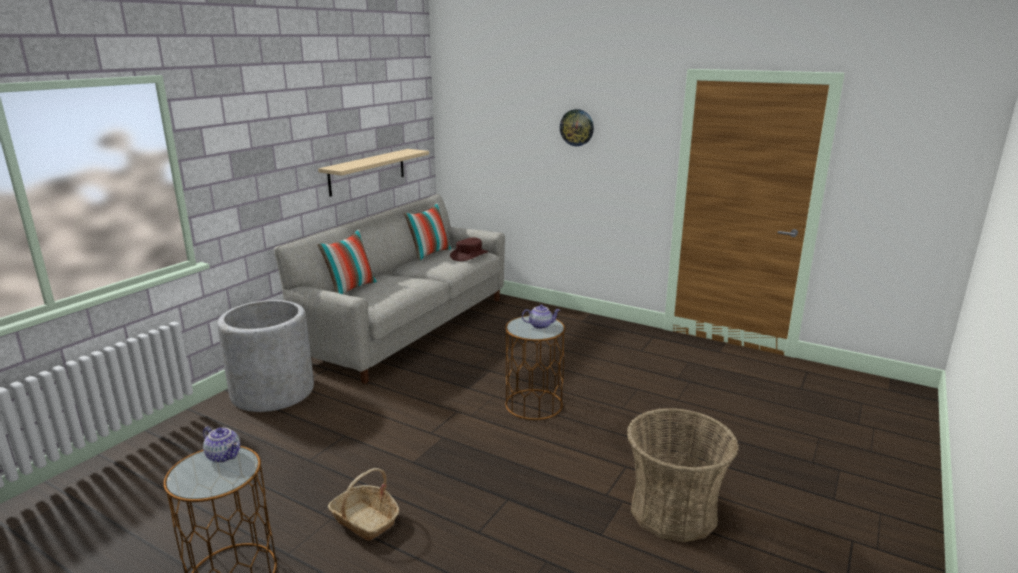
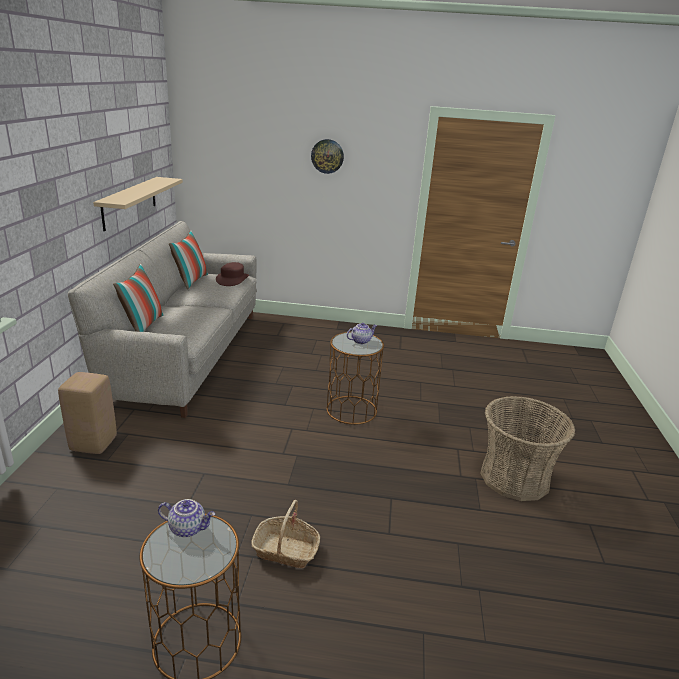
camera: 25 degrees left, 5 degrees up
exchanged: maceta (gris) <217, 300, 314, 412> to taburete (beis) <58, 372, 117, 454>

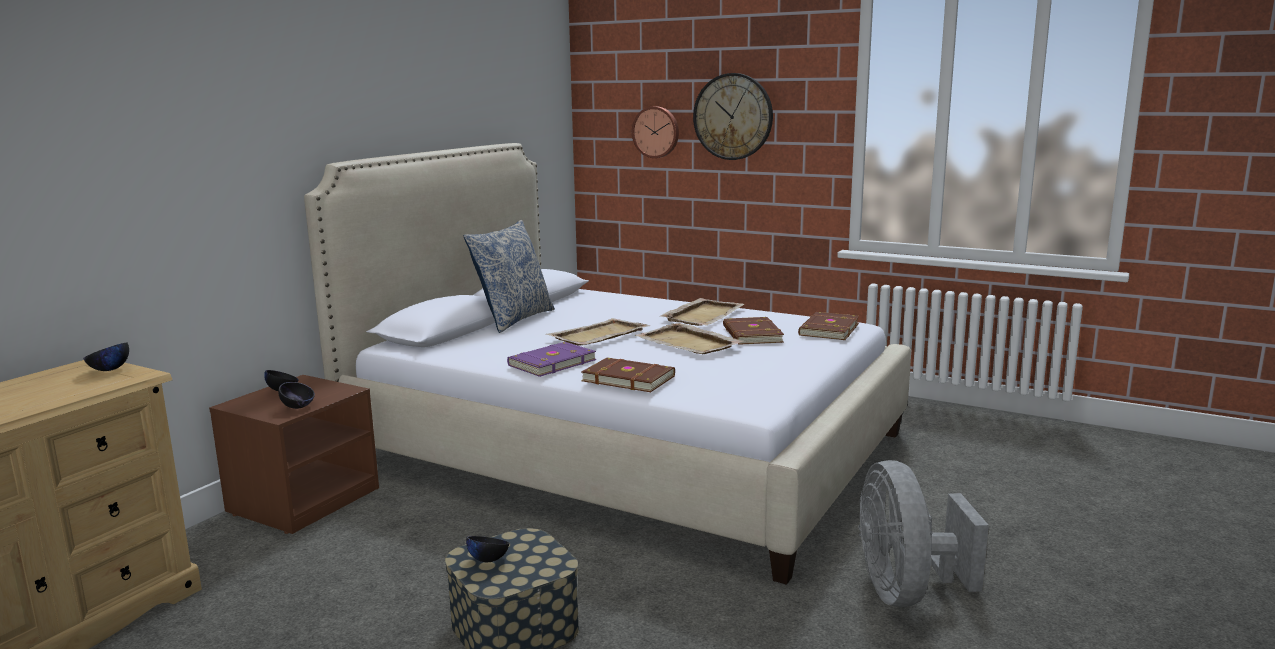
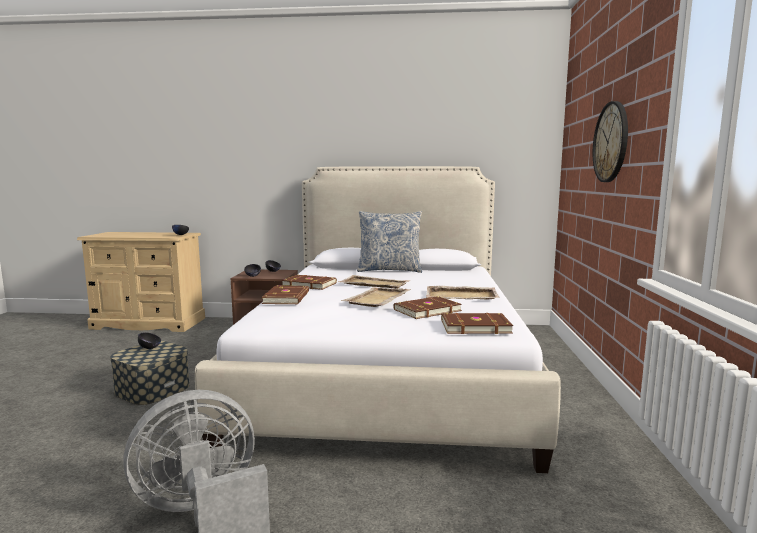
camera: 65 degrees right, 5 degrees down
missing: reloj de pared <632, 106, 679, 158>
colour: libro (morado) <507, 342, 596, 377> to libro (marrón) <281, 275, 337, 290>

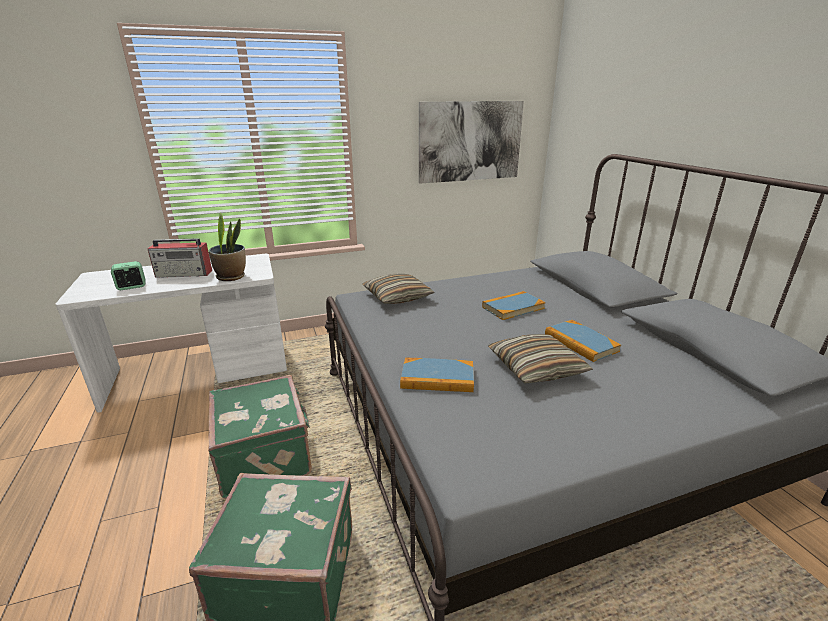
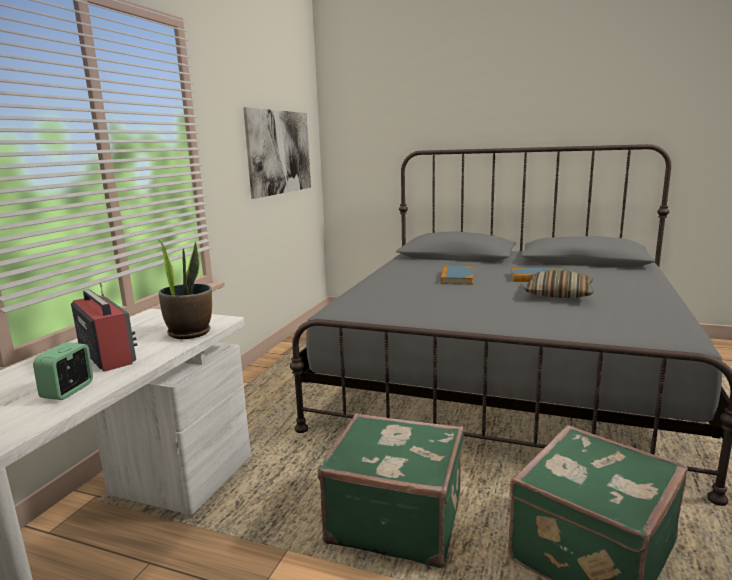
camera: 50 degrees left, 10 degrees down
missing: cojín <362, 274, 435, 304>; libro <400, 358, 474, 392>
spun: radio <147, 238, 212, 278> = <71, 283, 137, 372> 75 degrees counterclockwise

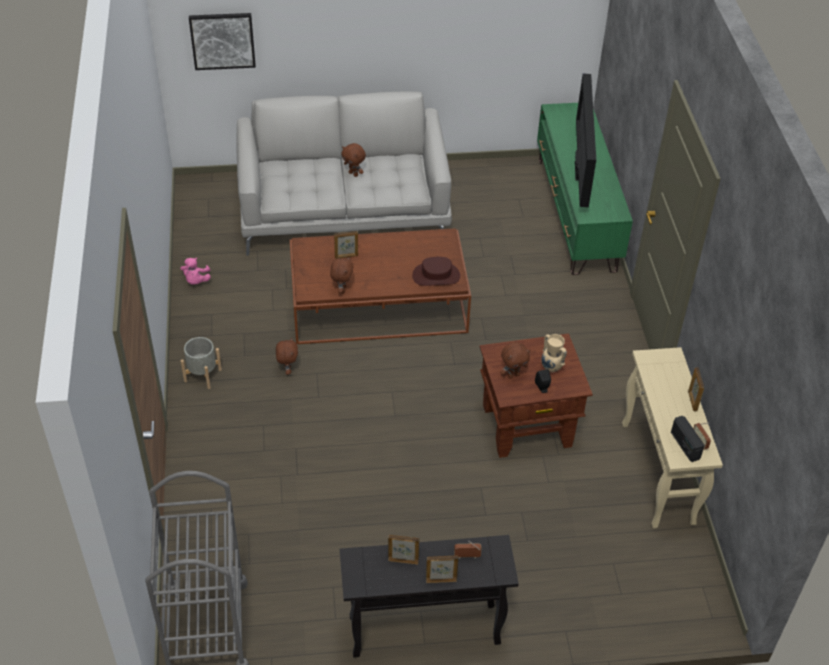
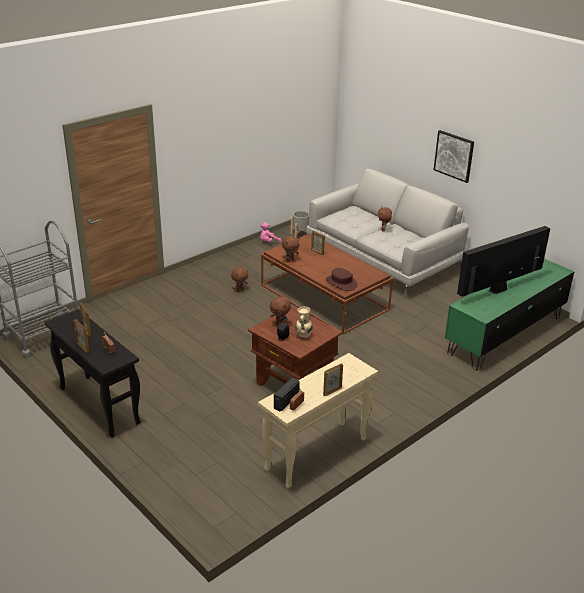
camera: 55 degrees right, 15 degrees down
relocated: maceta (gris) <181, 337, 222, 389> to <291, 211, 309, 239>; cuadro <189, 13, 256, 70> to <434, 130, 474, 183>

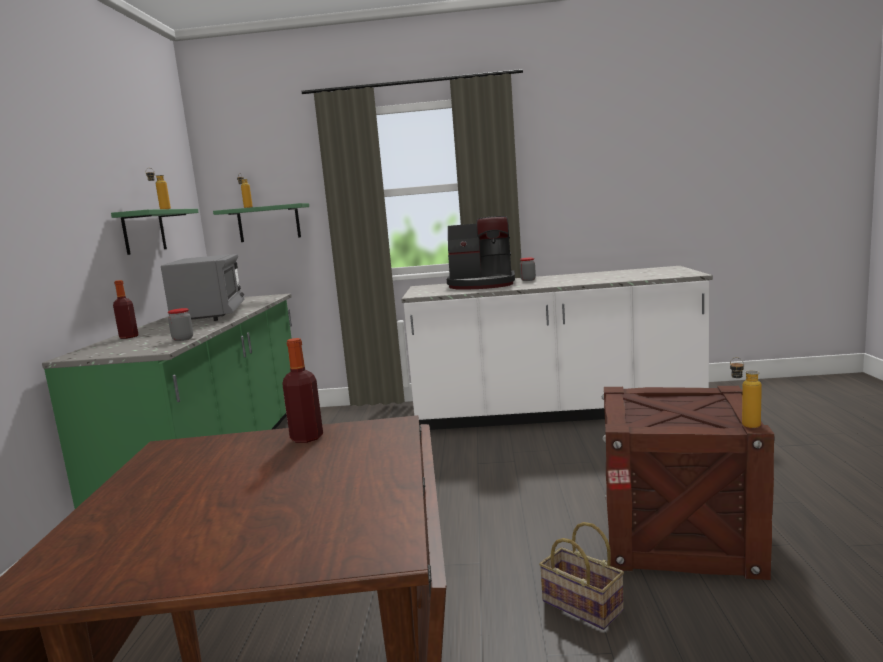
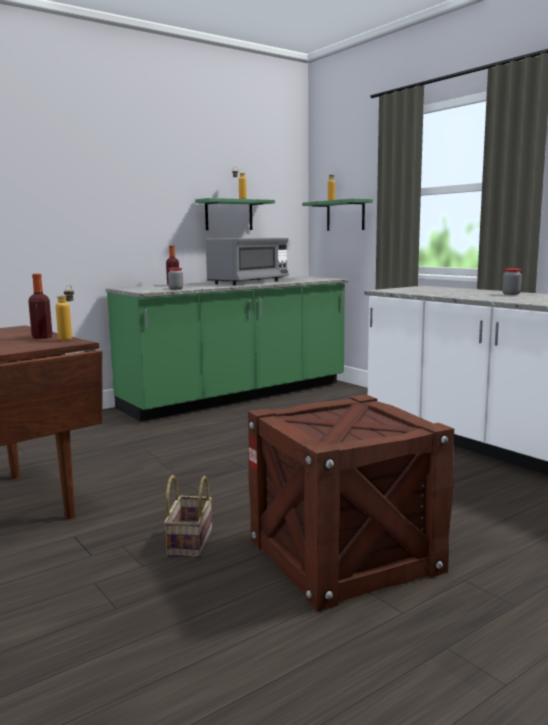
camera: 50 degrees right, 0 degrees up
missing: cafetera <447, 216, 515, 290>
relocated: botella <730, 357, 762, 428> to <56, 285, 74, 341>

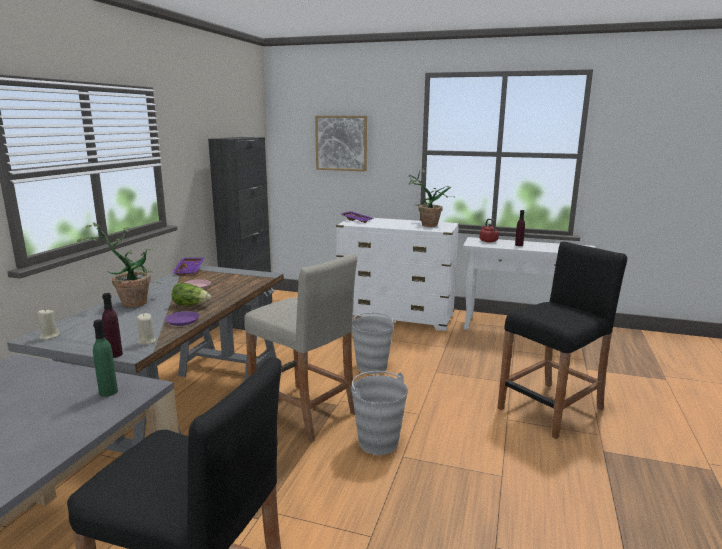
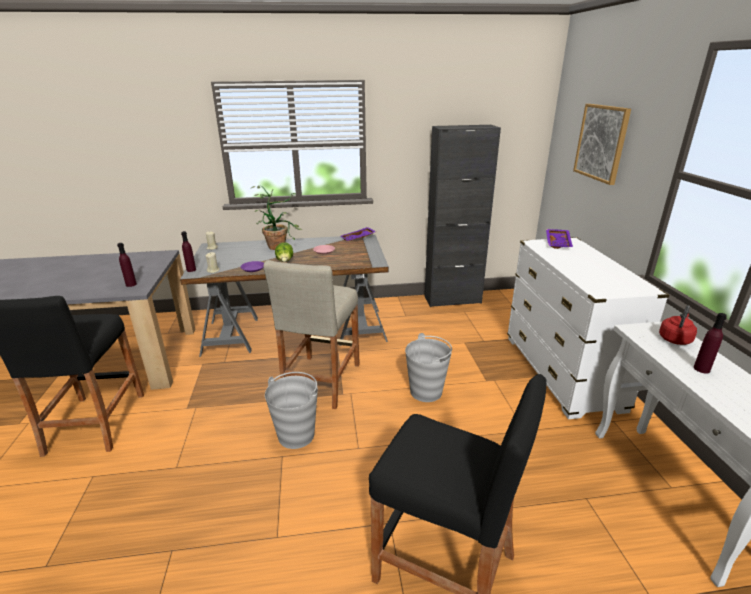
camera: 65 degrees right, 10 degrees up
missing: planta en maceta <408, 169, 454, 227>
colour: botella (verde) <93, 319, 118, 397> to botella (morado) <117, 243, 137, 287>

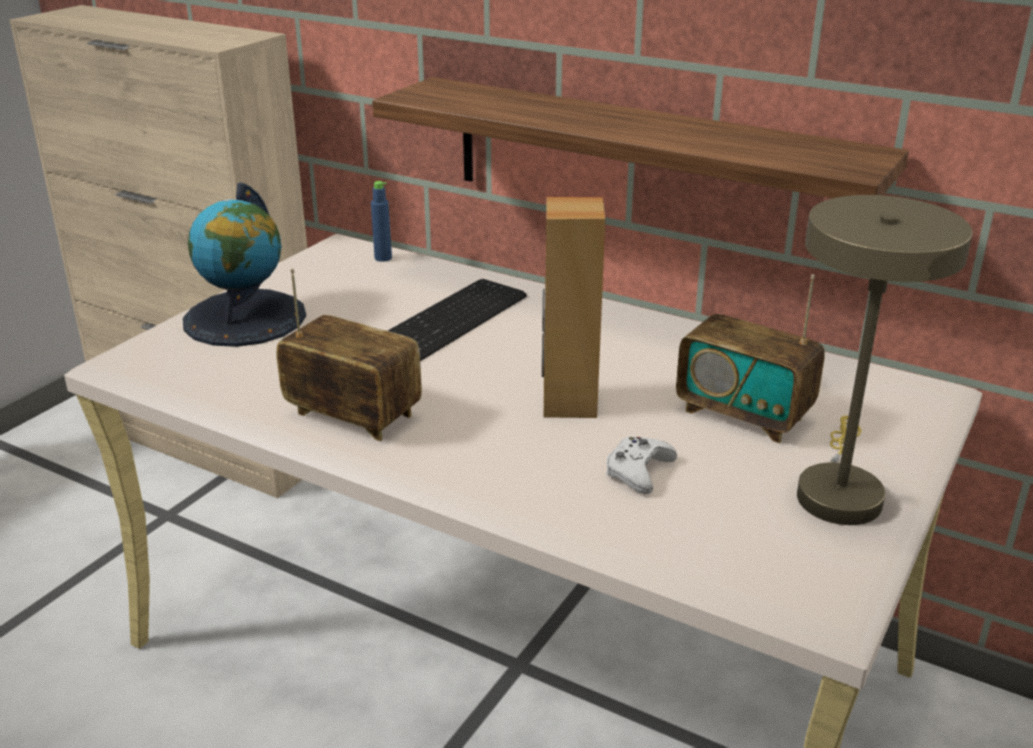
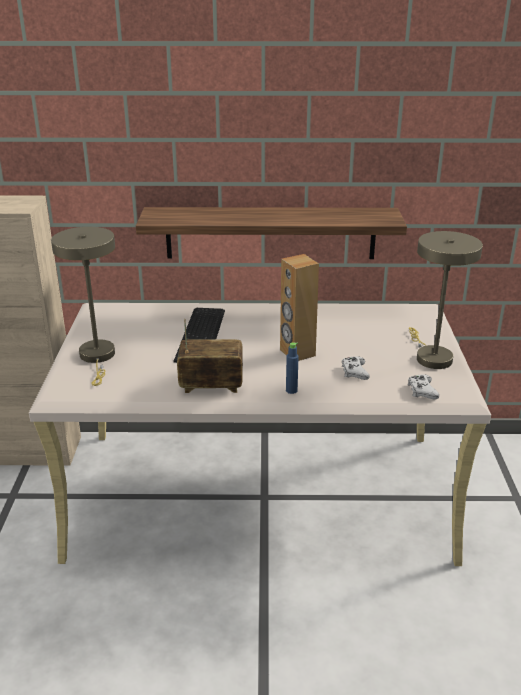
camera: 30 degrees left, 0 degrees up
missing: radio <676, 275, 825, 443>
appeared: mando de consola (blanco) <408, 374, 439, 400>
relocated: botella (azul) <371, 181, 392, 262> to <286, 342, 299, 394>
exchanged: globo terráqueo <183, 183, 306, 347> to lámpara de mesa (beis) <51, 227, 115, 386>

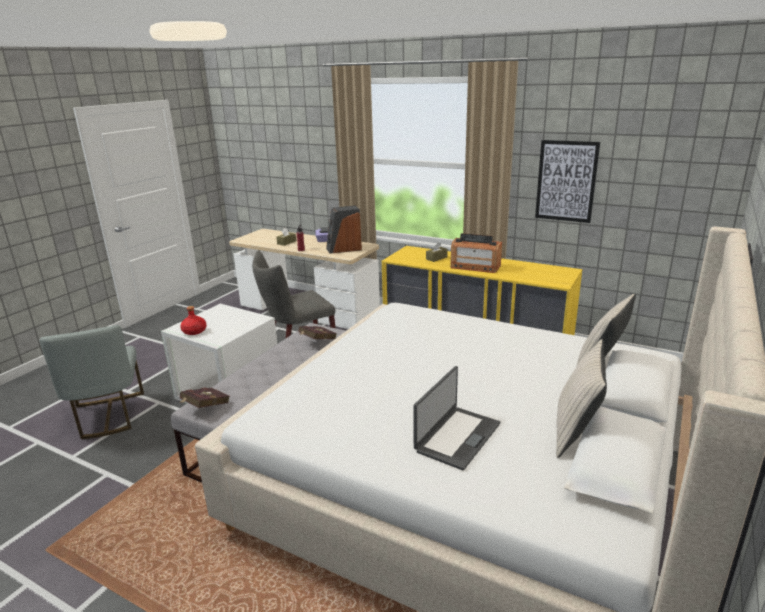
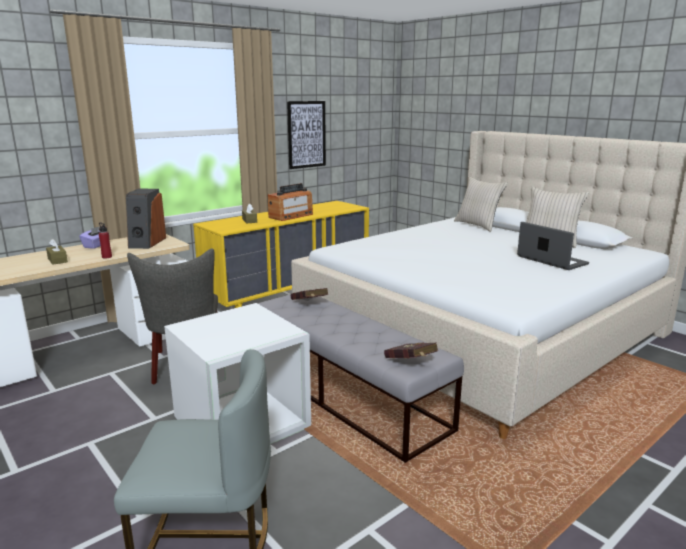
camera: 70 degrees left, 5 degrees down
missing: botella (rojo) <180, 306, 207, 335>

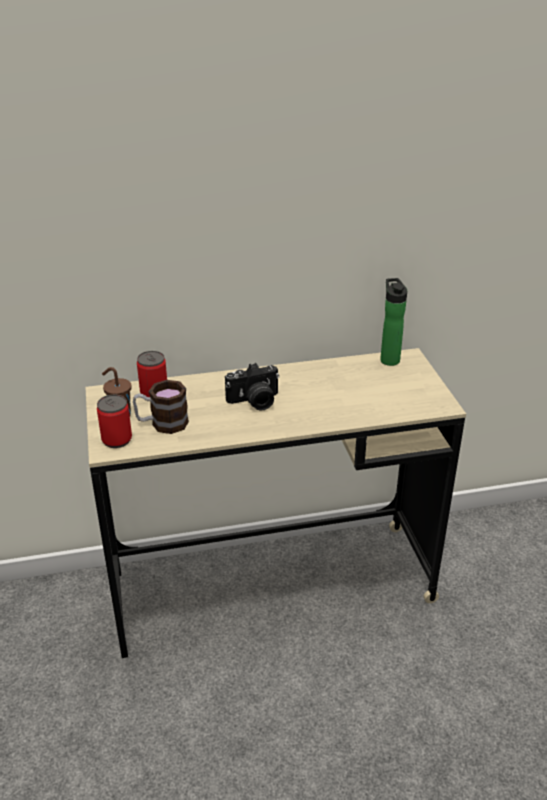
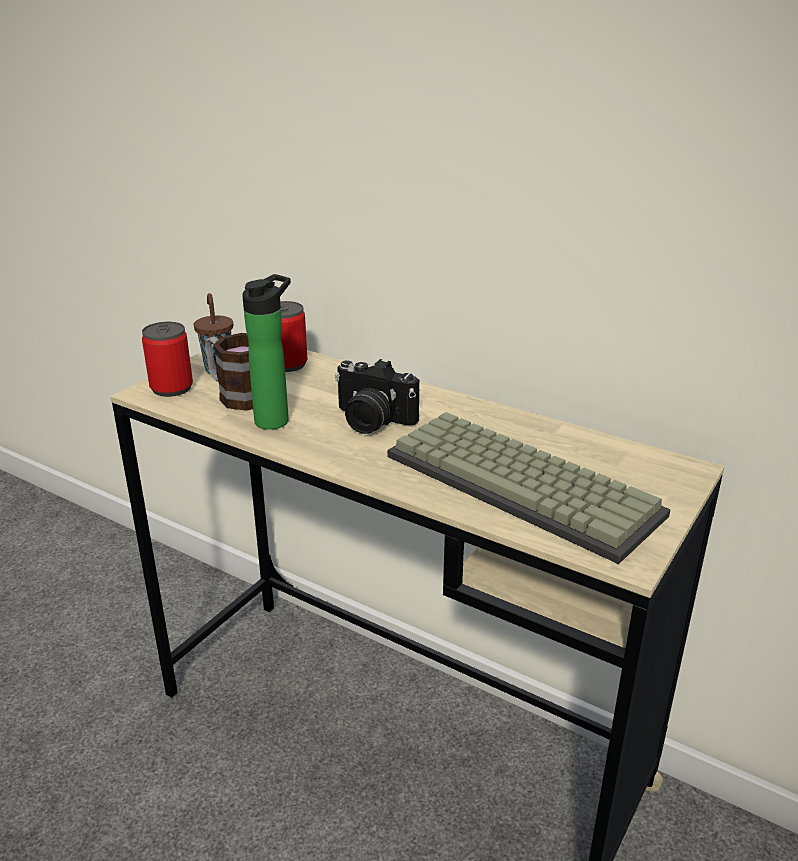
camera: 45 degrees right, 5 degrees down
appeared: teclado <387, 412, 671, 564>
relocated: botella <380, 278, 407, 366> to <242, 274, 291, 430>

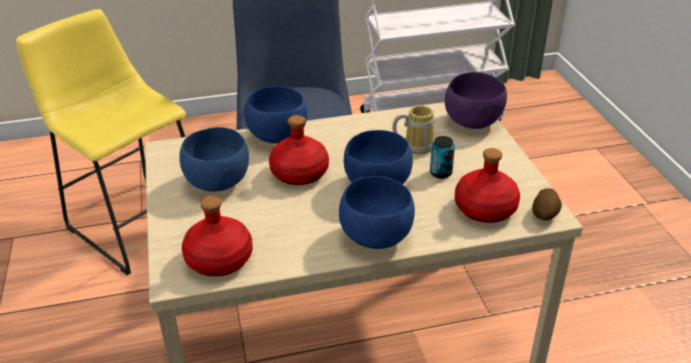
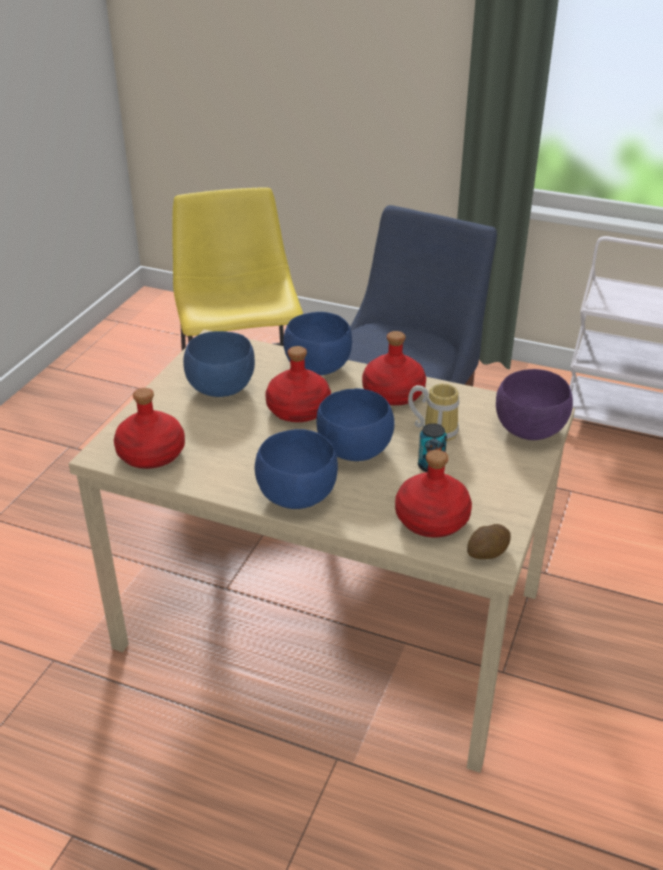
camera: 35 degrees right, 0 degrees up
appeared: botella (rojo) <362, 331, 426, 406>

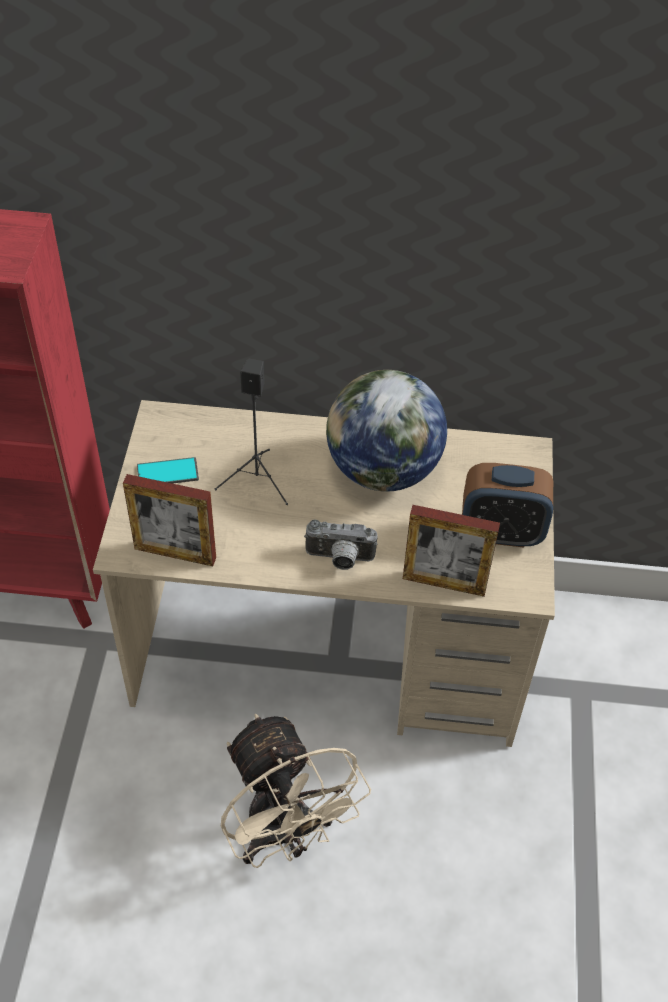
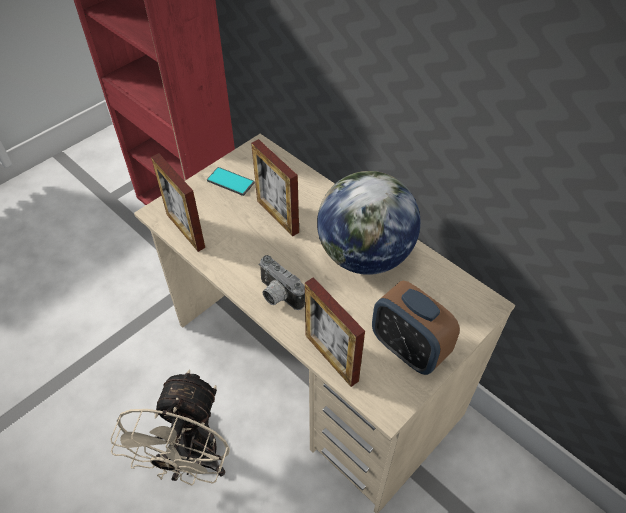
camera: 40 degrees right, 0 degrees up
exchanged: altavoz (negro) <215, 358, 288, 505> to portarretratos <251, 139, 299, 237>

